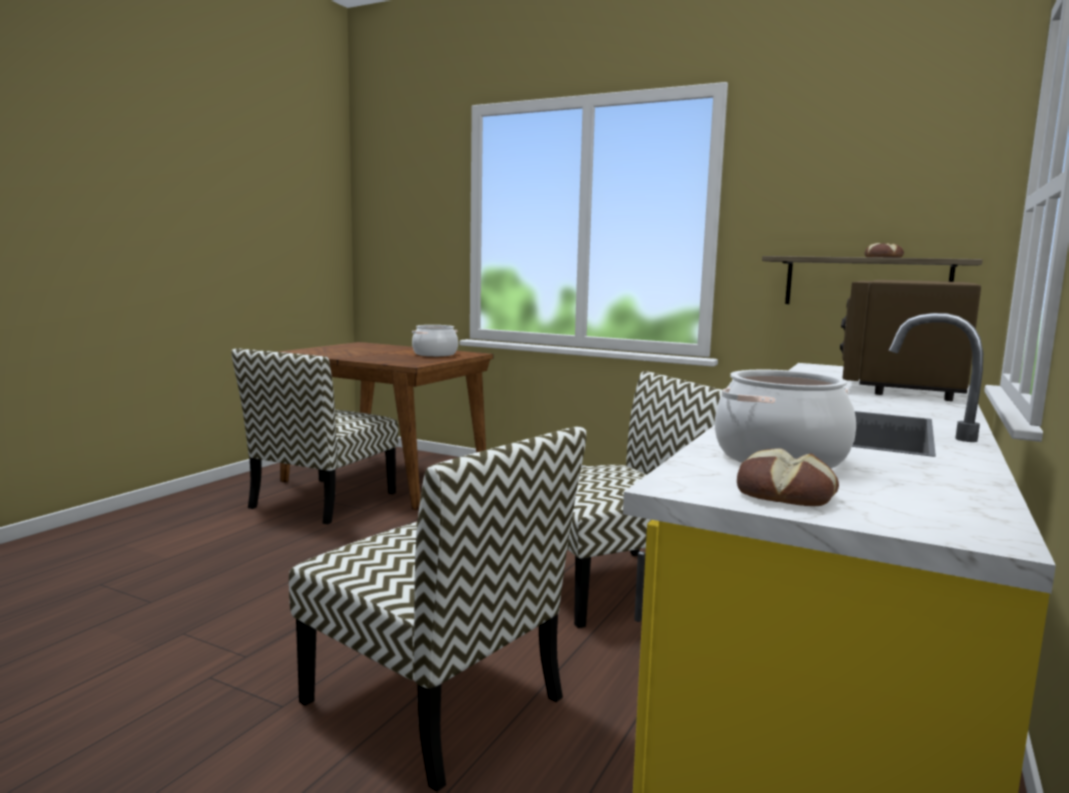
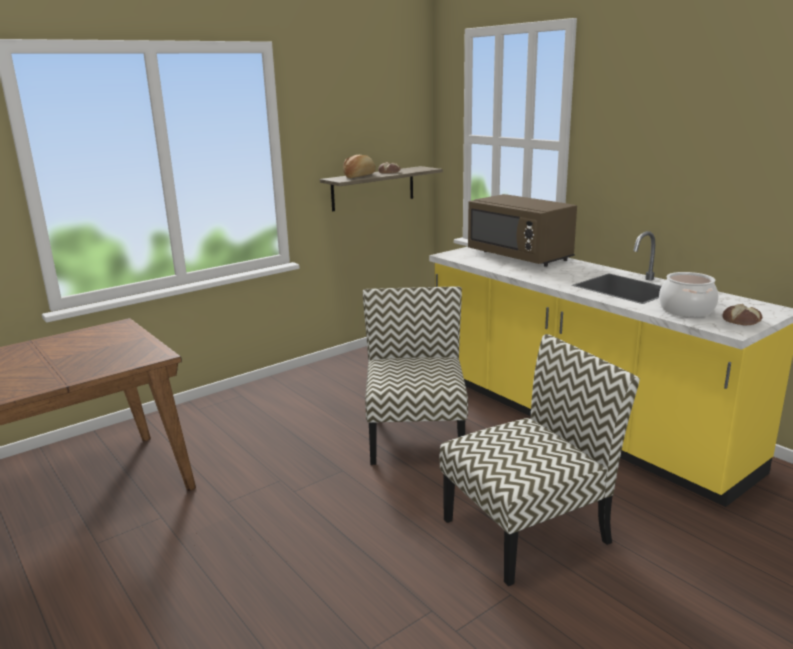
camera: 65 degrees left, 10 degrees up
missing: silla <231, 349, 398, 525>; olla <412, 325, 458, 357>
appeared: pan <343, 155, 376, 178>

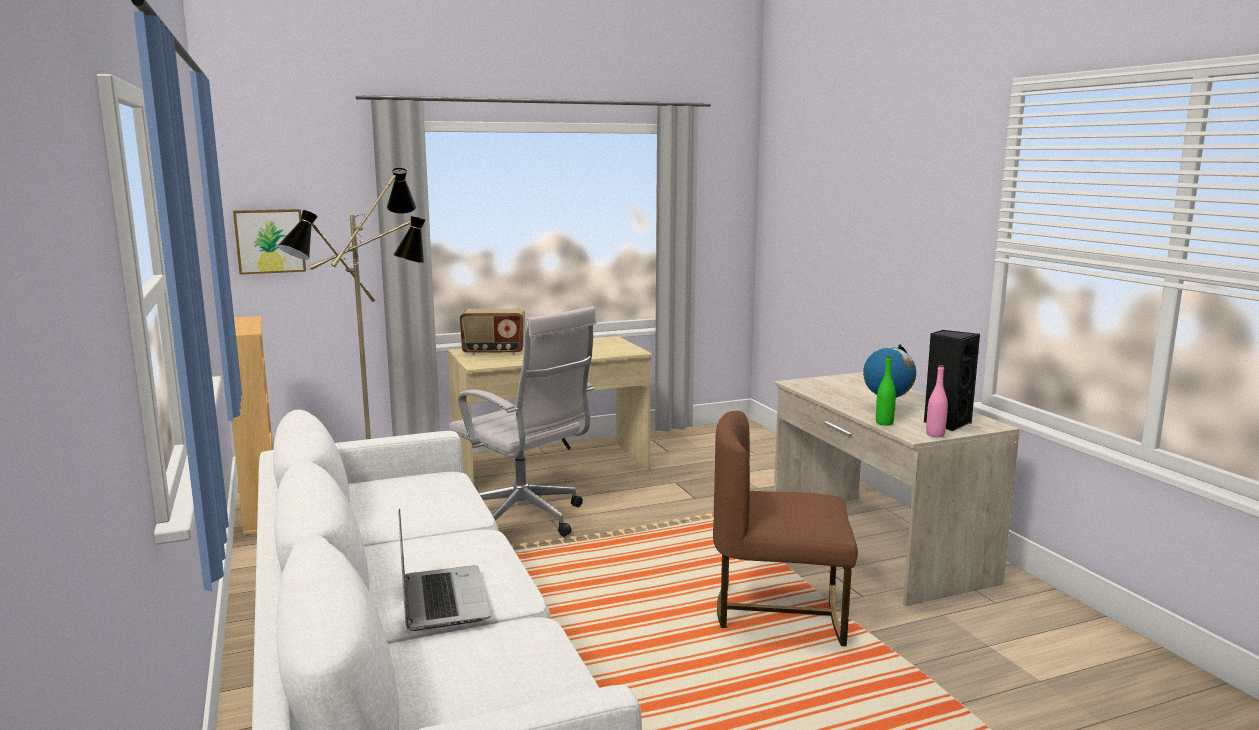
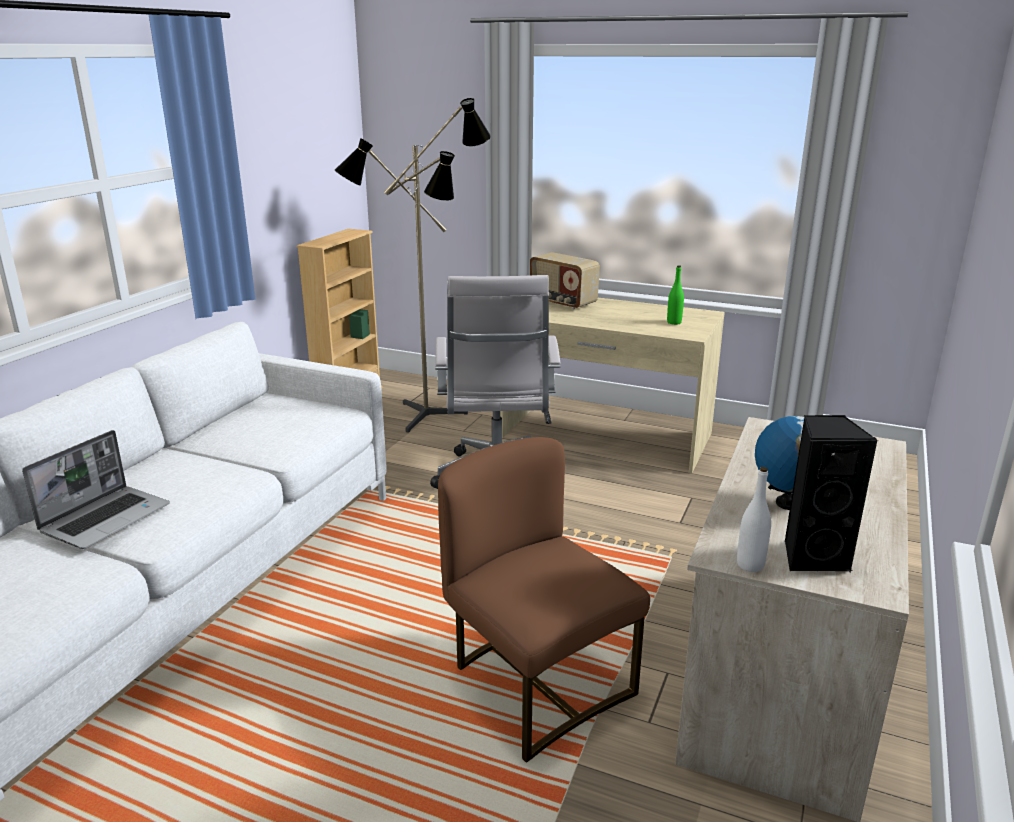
camera: 45 degrees right, 10 degrees up
missing: cuadro <233, 209, 306, 274>
relocated: botella (verde) <876, 356, 896, 426> to <667, 265, 684, 325>
colour: botella (rosa) <926, 365, 948, 437> to botella (blanco) <737, 467, 771, 572>

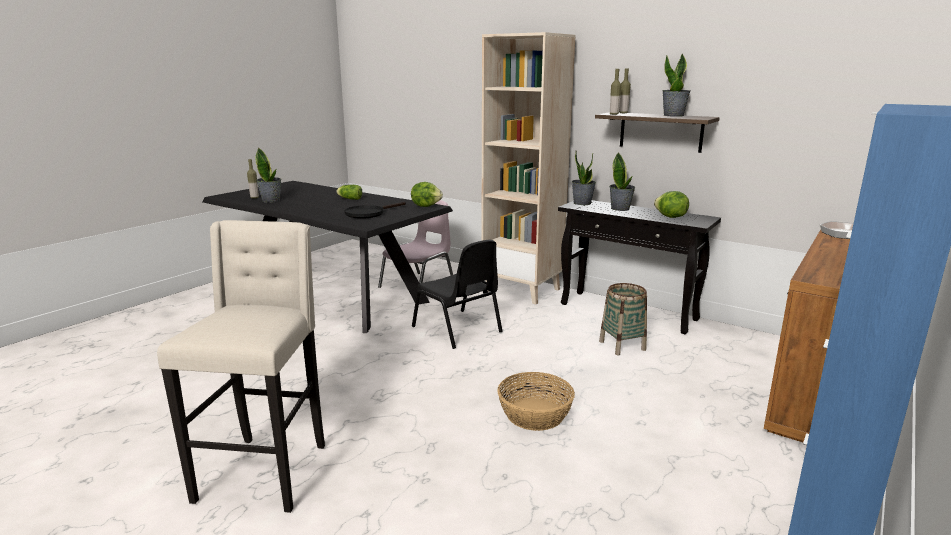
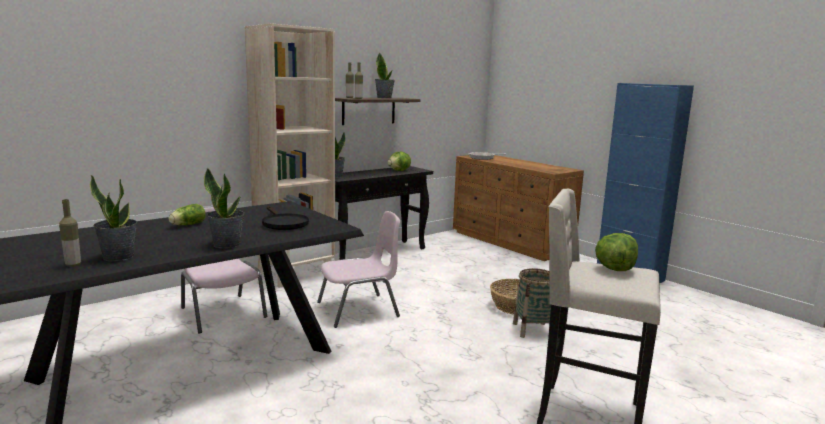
camera: 75 degrees left, 5 degrees down
relocated: planta en maceta <609, 152, 635, 211> to <204, 168, 244, 249>; cesta <599, 283, 647, 355> to <513, 268, 551, 338>; lechuga <411, 182, 443, 207> to <595, 233, 638, 271>
colour: silla (negro) <412, 240, 502, 349> to silla (rosa) <317, 211, 400, 328>

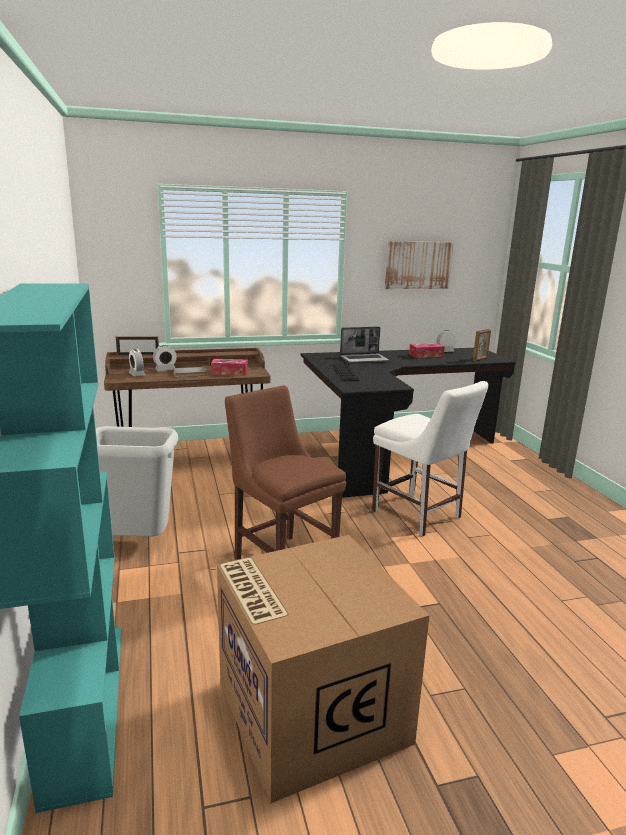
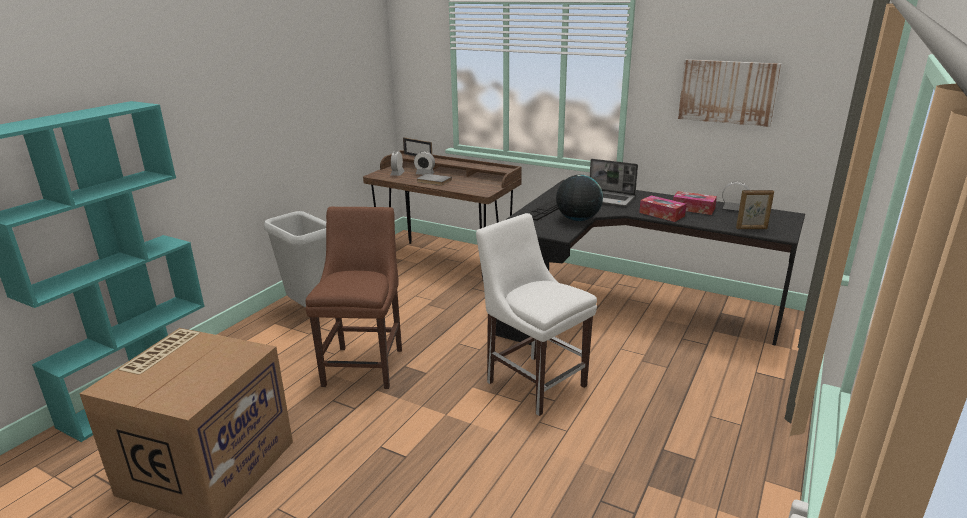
camera: 45 degrees right, 5 degrees up
appeared: globo terráqueo <556, 175, 603, 221>
relocated: caja de pañuelos <211, 359, 248, 375> to <639, 195, 686, 222>
spun: silla (blanco) <372, 381, 489, 537> = <476, 213, 597, 416> 135 degrees clockwise

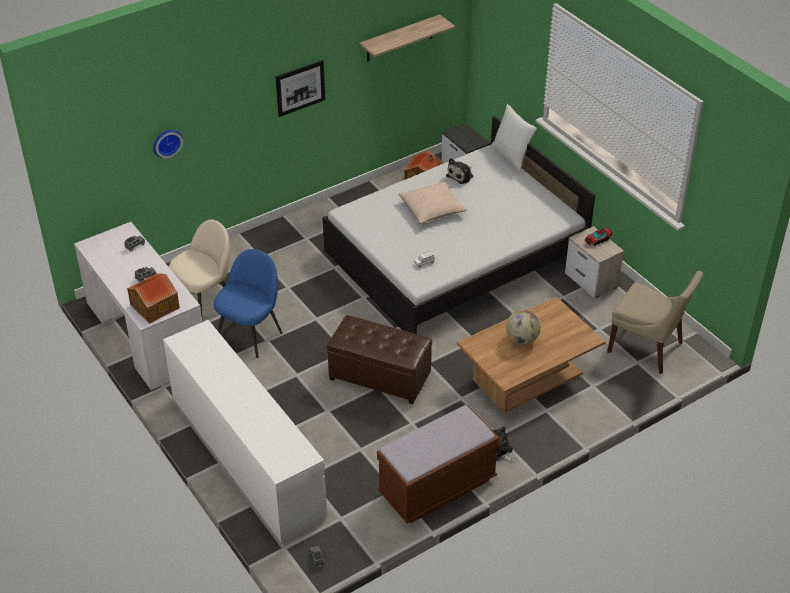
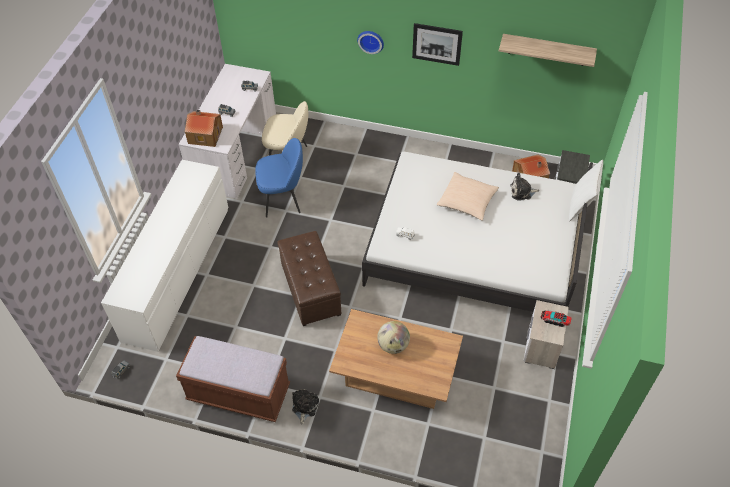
camera: 50 degrees right, 10 degrees up
missing: silla (beis) <607, 271, 703, 374>
relocated: reloj de pared <153, 130, 183, 158> to <357, 31, 384, 54>

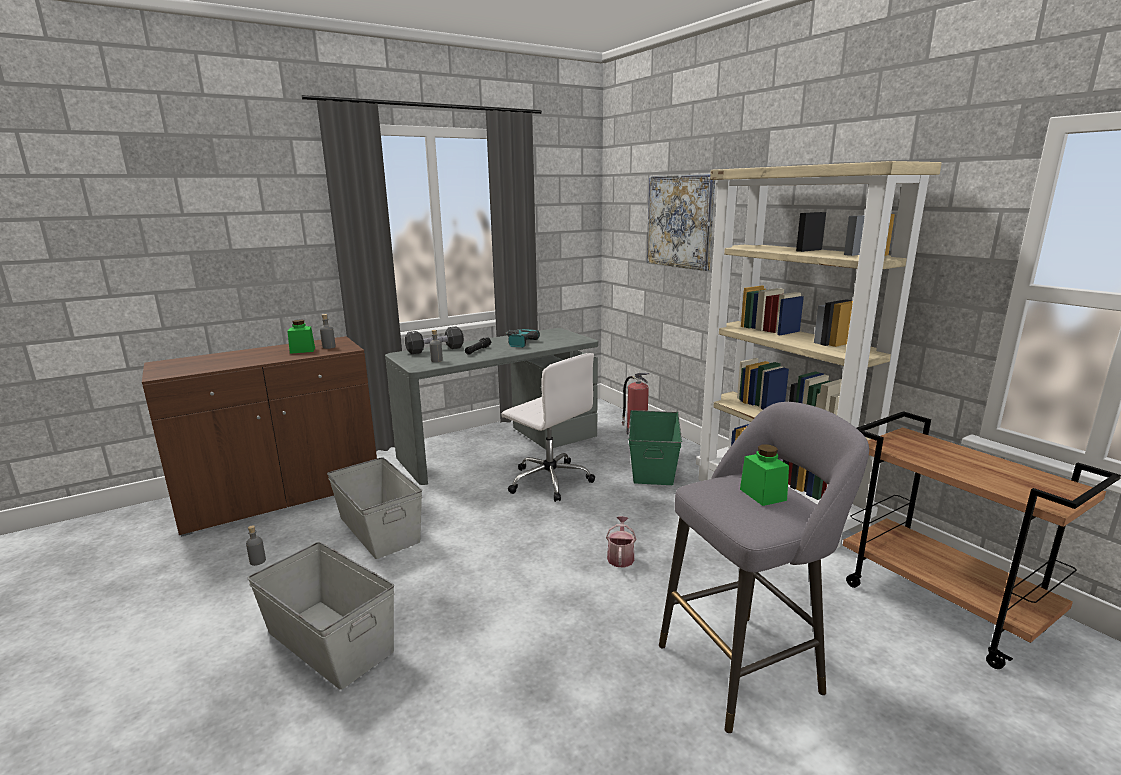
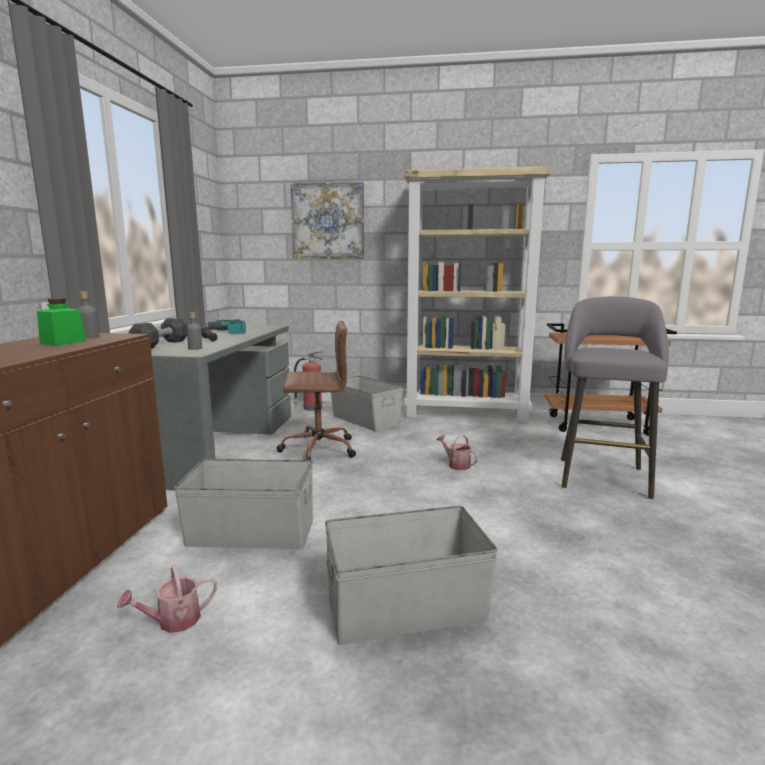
camera: 50 degrees left, 5 degrees down
missing: tarro (verde) <740, 445, 789, 506>
exchanged: botella (gris) <246, 525, 266, 566> to regadera <117, 565, 217, 633>
colour: silla de oficina (blanco) <501, 353, 595, 502> to silla de oficina (marrón) <277, 321, 356, 460>; caja de almacenaje (verde) <628, 410, 682, 485> to caja de almacenaje (gris) <331, 376, 404, 431>

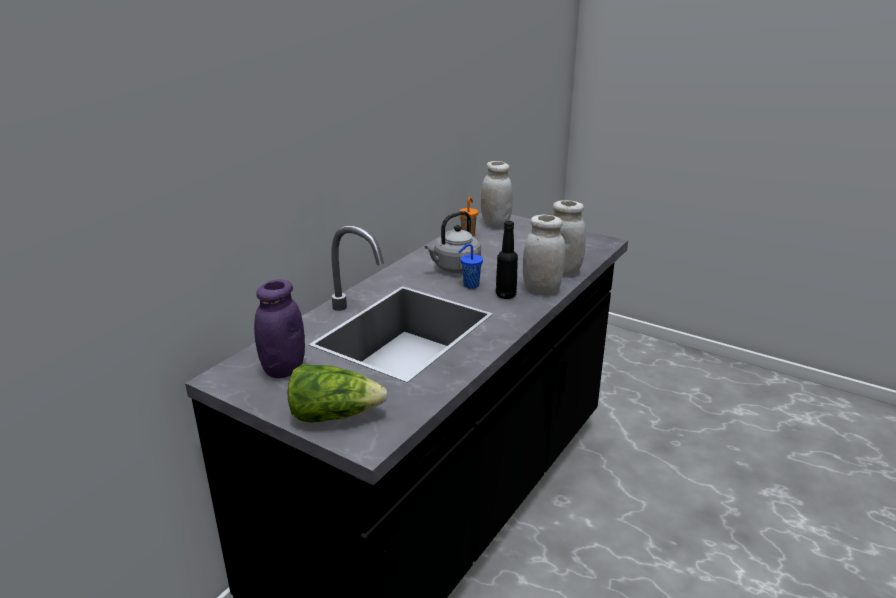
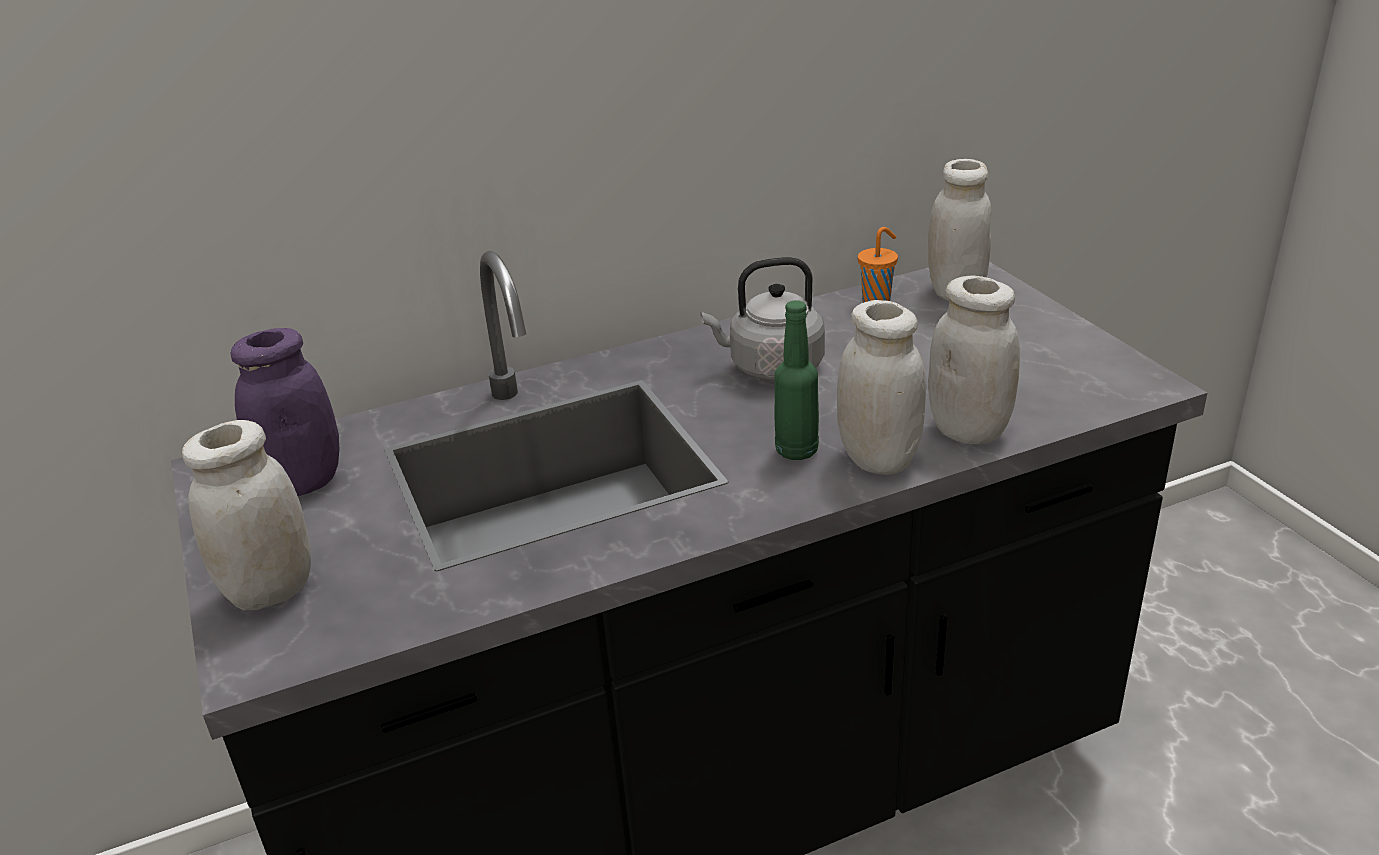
camera: 35 degrees right, 5 degrees up
missing: taza (azul) <458, 243, 483, 289>
exchanged: lechuga <288, 364, 388, 423> to tarro (blanco) <182, 420, 311, 611>
colour: botella (negro) <496, 221, 518, 299> to botella (verde) <775, 300, 819, 460>

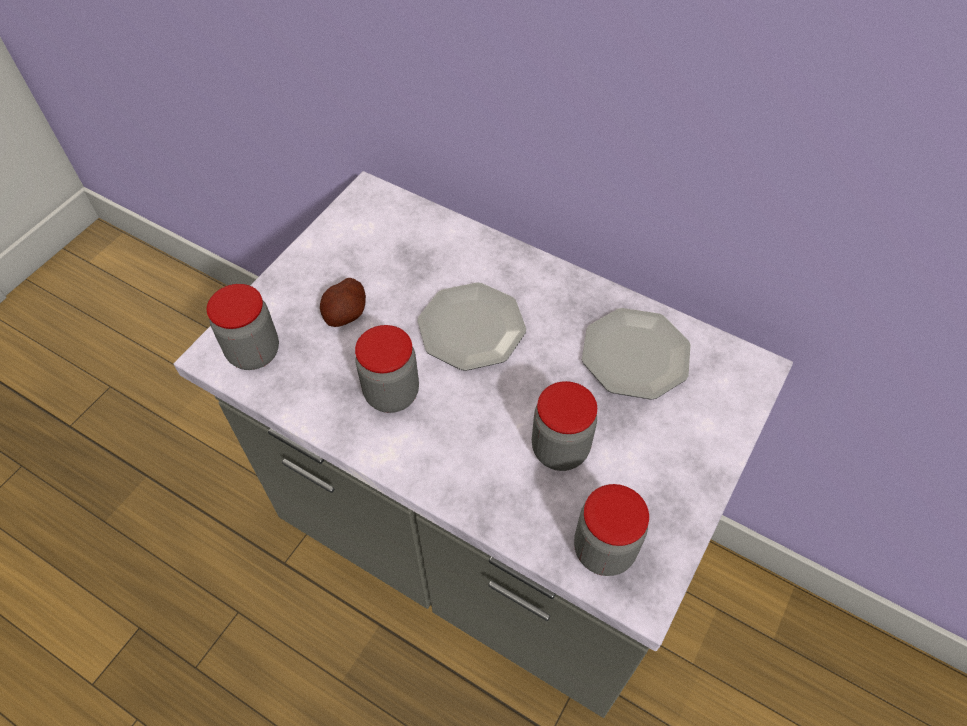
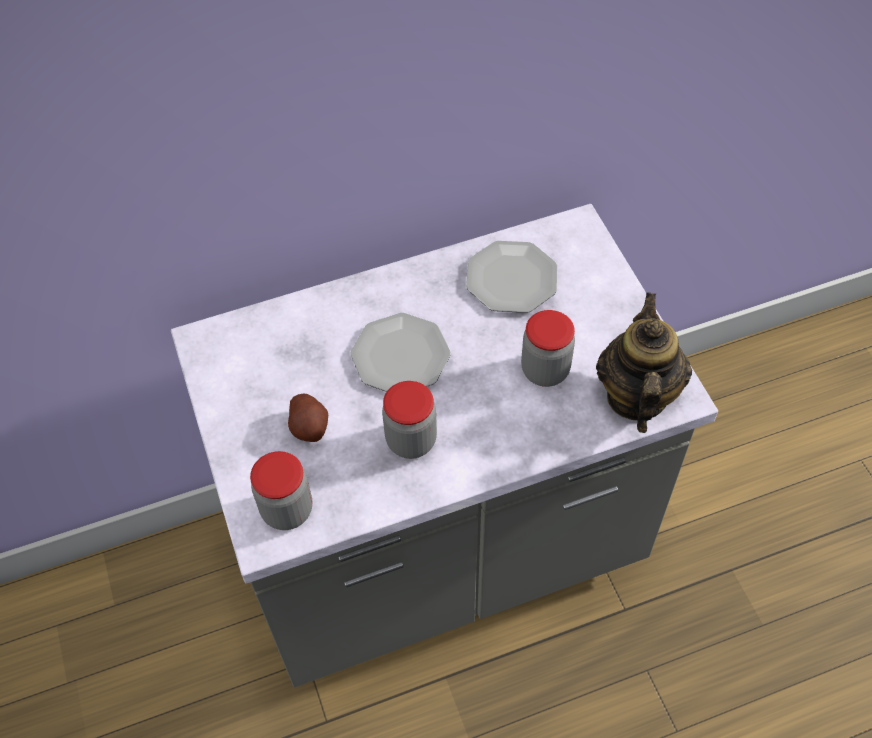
camera: 50 degrees left, 0 degrees up
exchanged: tarro <574, 484, 649, 576> to tetera <596, 292, 692, 433>

